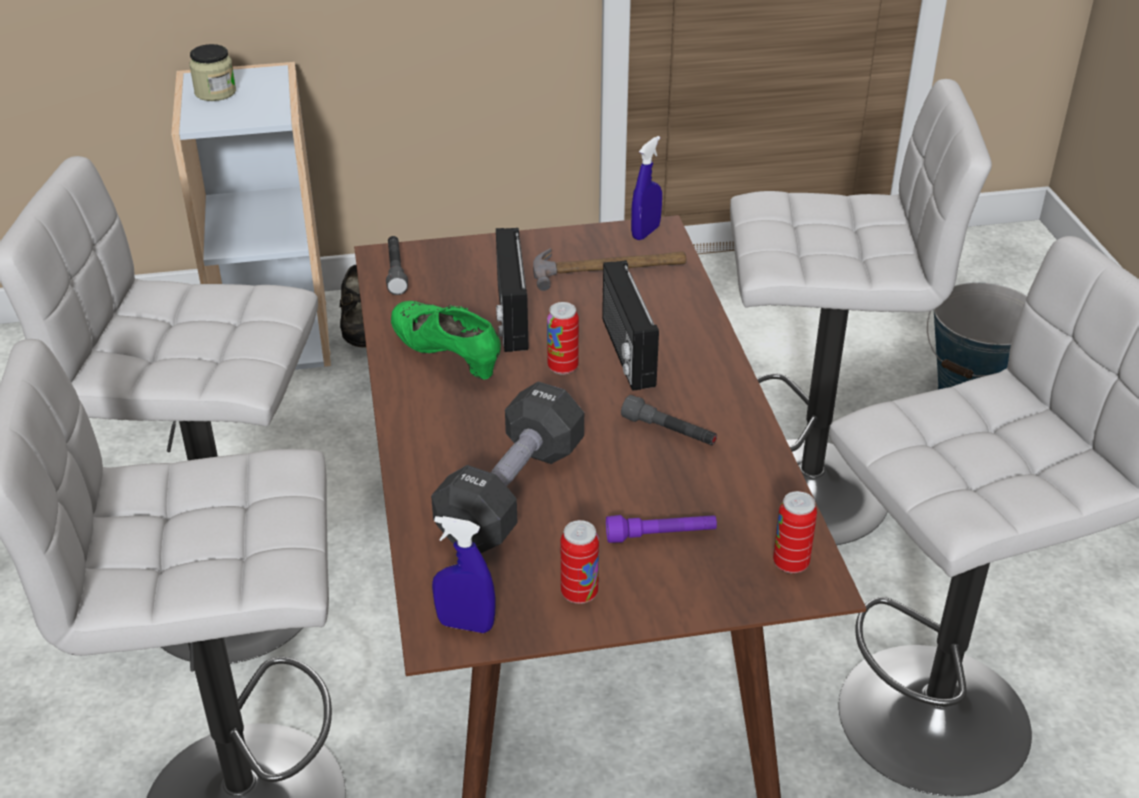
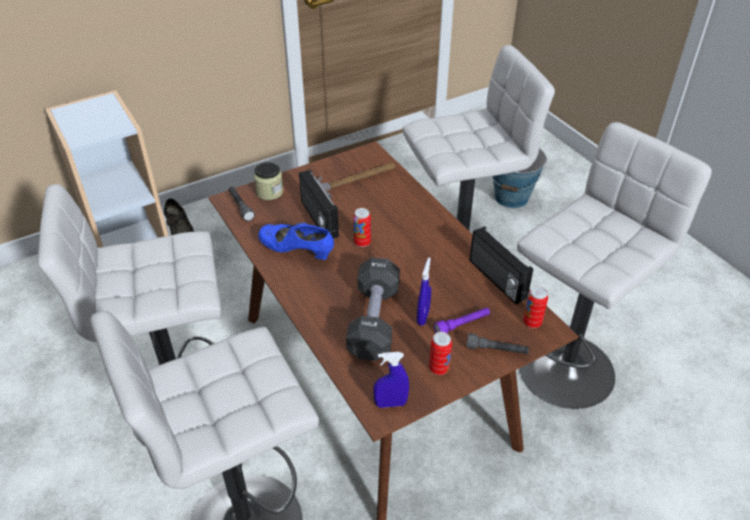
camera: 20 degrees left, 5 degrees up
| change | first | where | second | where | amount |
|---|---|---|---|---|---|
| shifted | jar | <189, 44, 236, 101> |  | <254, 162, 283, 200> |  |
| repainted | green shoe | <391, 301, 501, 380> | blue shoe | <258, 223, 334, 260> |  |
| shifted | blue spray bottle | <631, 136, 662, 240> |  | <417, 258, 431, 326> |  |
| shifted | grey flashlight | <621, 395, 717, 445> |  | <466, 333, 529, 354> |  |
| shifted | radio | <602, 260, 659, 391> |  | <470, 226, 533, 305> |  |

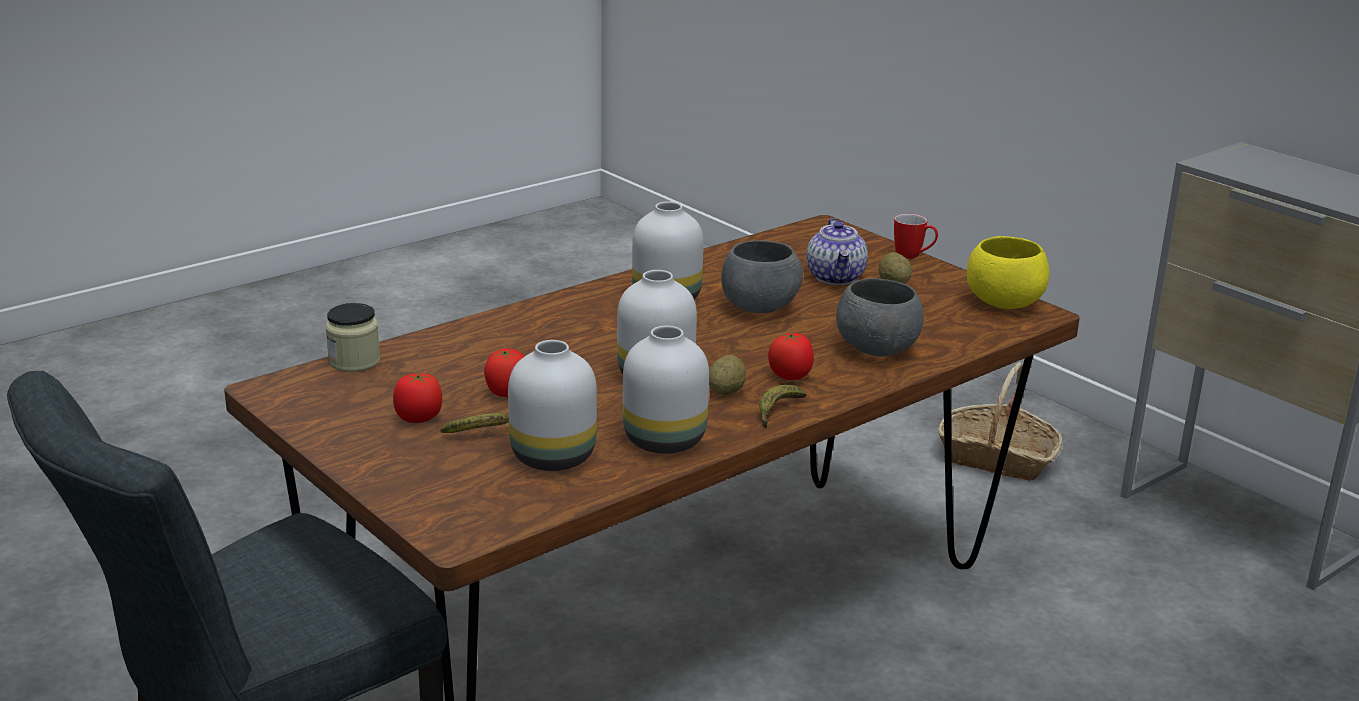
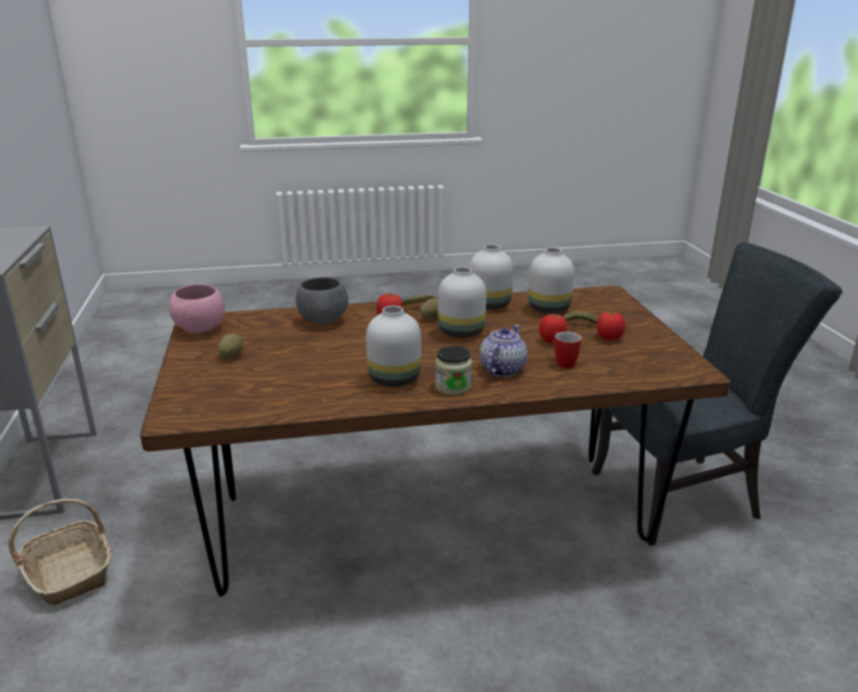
camera: 150 degrees left, 0 degrees up
| change | first | where | second | where | amount |
|---|---|---|---|---|---|
| repainted | yellow bowl | <967, 236, 1049, 309> | pink bowl | <169, 284, 225, 333> |  |
| shifted | jar | <325, 303, 380, 372> |  | <435, 346, 472, 395> |  |
| shifted | teapot | <807, 218, 868, 285> |  | <480, 325, 527, 377> |  |
| shifted | mug | <894, 214, 938, 259> |  | <552, 332, 582, 368> |  |
| gone | grey bowl | <721, 240, 803, 313> |  |  |  |

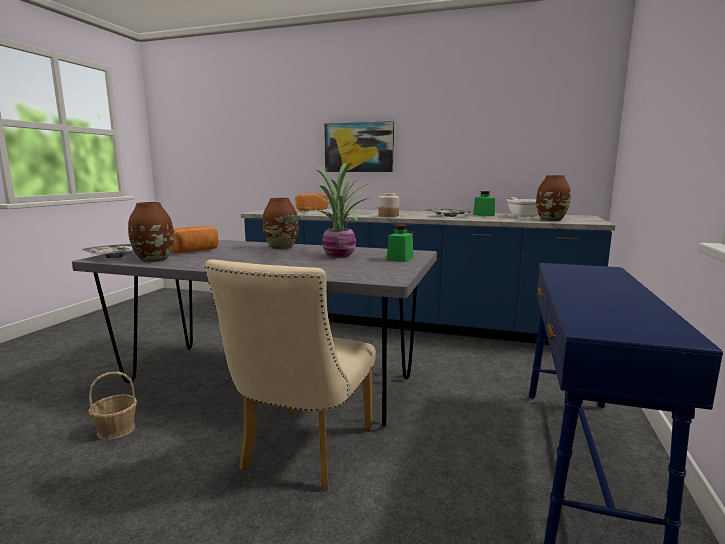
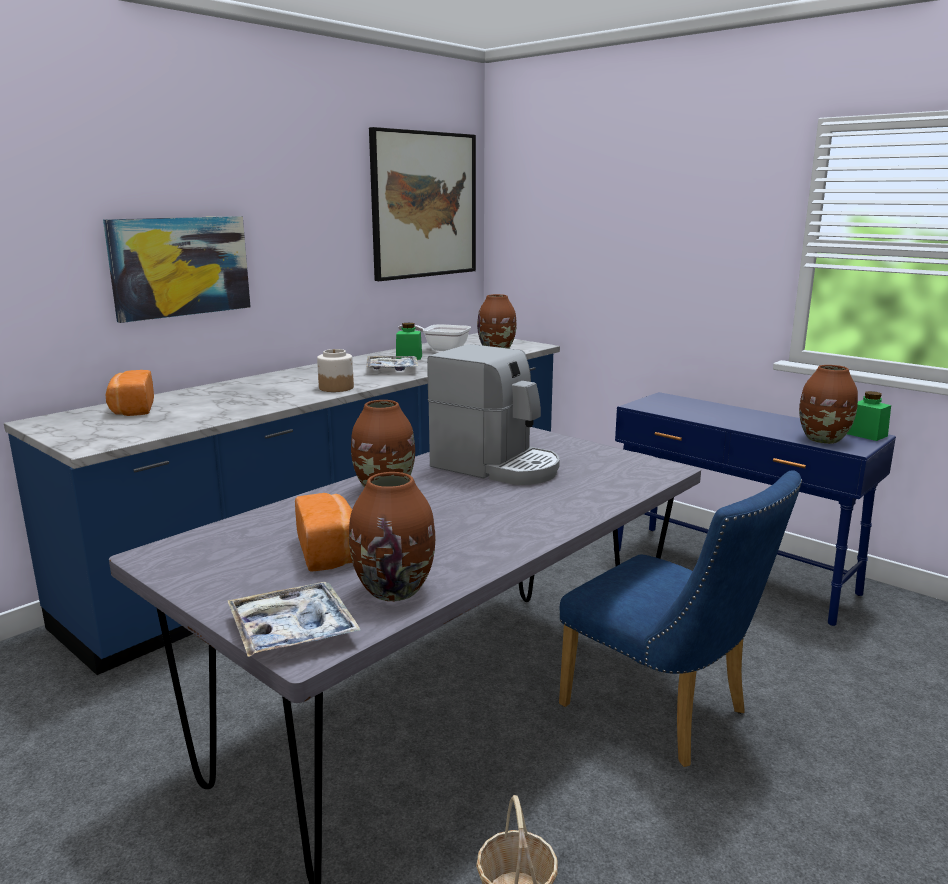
camera: 65 degrees left, 5 degrees up
| change | first | where | second | where | amount |
|---|---|---|---|---|---|
| new |  |  | picture | <369, 127, 476, 281> |  |
| swapped | potted plant | <291, 163, 388, 258> | coffee machine | <427, 344, 560, 485> |  |
| repainted | beige chair | <205, 259, 376, 490> | blue chair | <559, 470, 802, 767> |  |
| new |  |  | brown vase | <799, 365, 858, 444> |  |
| shifted | green jar | <387, 225, 413, 262> |  | <847, 391, 891, 441> |  |

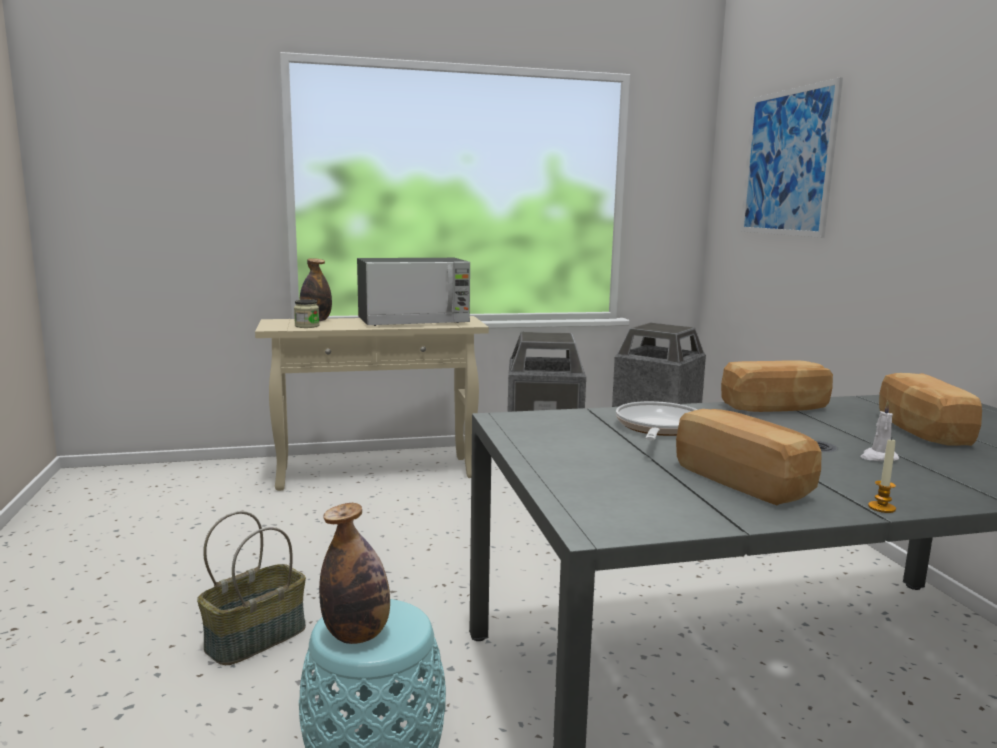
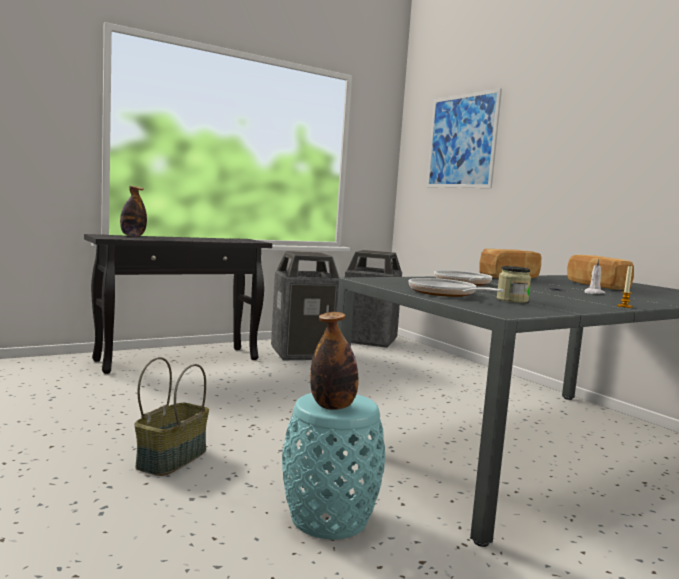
camera: 20 degrees left, 5 degrees down
| change | first | where | second | where | amount |
|---|---|---|---|---|---|
| repainted | beige console table | <255, 316, 489, 491> | black console table | <84, 234, 272, 374> |  |
| new |  |  | frying pan | <409, 278, 504, 297> |  |
| shifted | jar | <294, 299, 319, 328> |  | <497, 266, 531, 303> |  |
| gone | microwave | <357, 258, 470, 326> |  |  |  |
| gone | bread | <676, 409, 822, 505> |  |  |  |

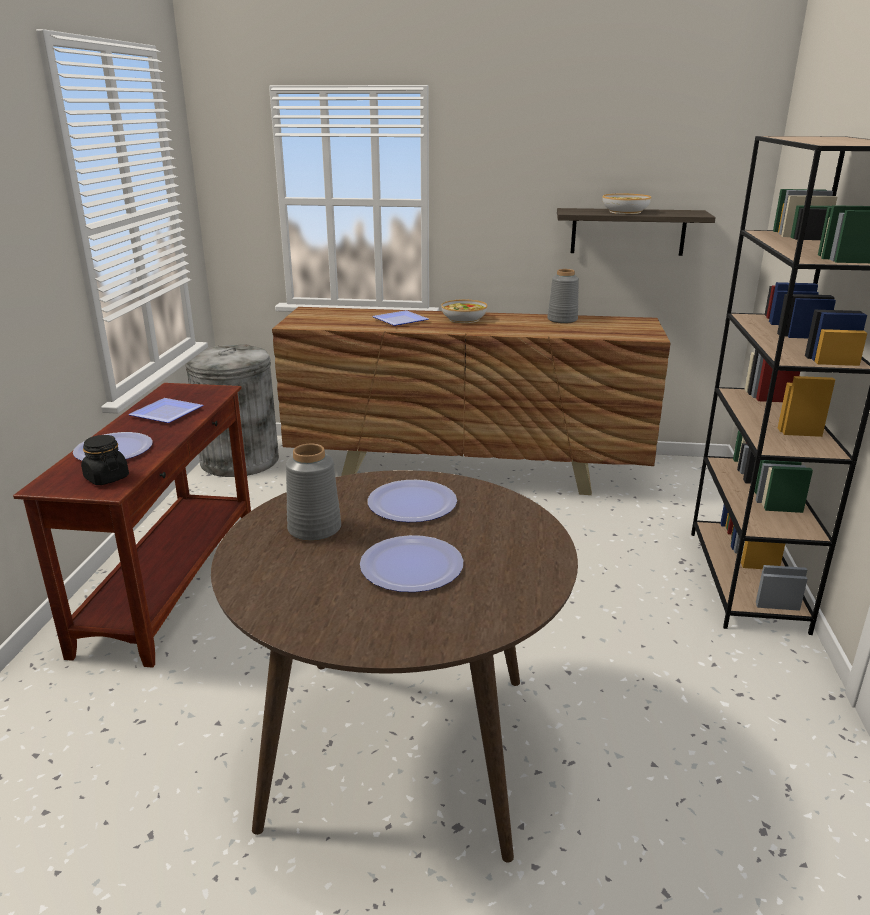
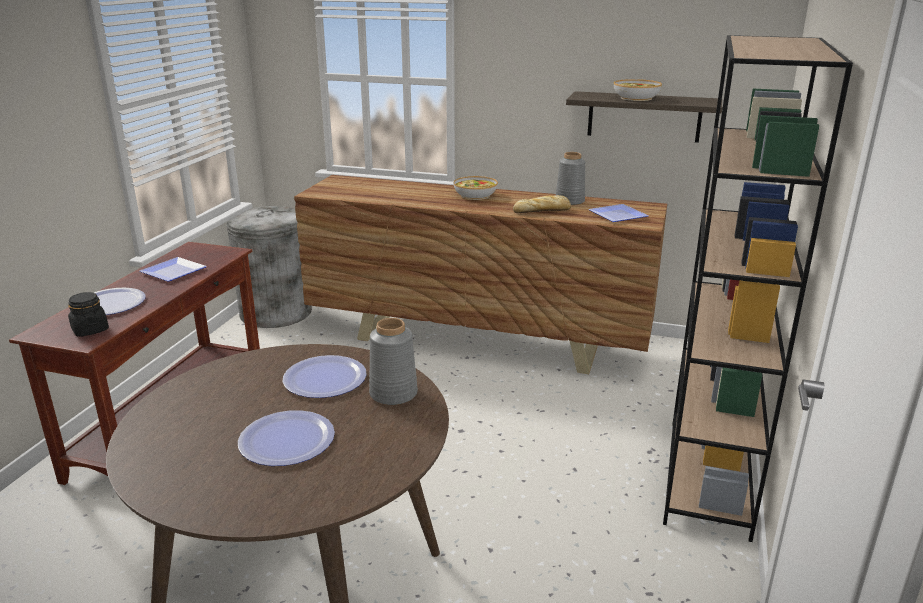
camera: 10 degrees right, 0 degrees up
| change | first | where | second | where | amount |
|---|---|---|---|---|---|
| shifted | grey vase | <286, 444, 341, 541> |  | <369, 318, 418, 405> |  |
| new |  |  | bread | <513, 195, 571, 213> |  |
| shifted | plate | <372, 310, 428, 326> |  | <589, 204, 649, 222> |  |

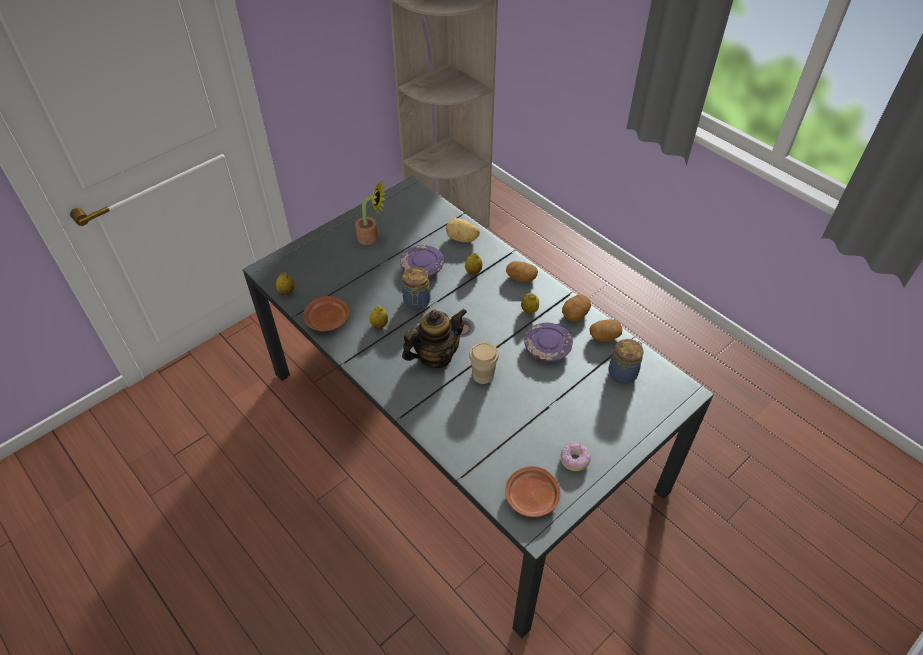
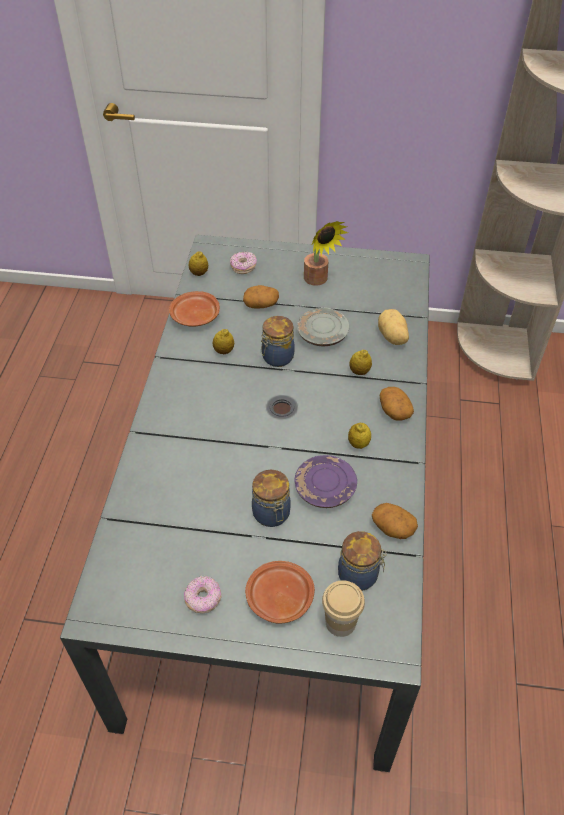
camera: 50 degrees right, 0 degrees up
| change | first | where | second | where | amount |
|---|---|---|---|---|---|
| new |  |  | donut | <230, 252, 257, 274> |  |
| shifted | potato | <562, 294, 591, 322> |  | <243, 285, 279, 308> |  |
| shifted | brown plate | <505, 466, 561, 517> |  | <245, 561, 315, 624> |  |
| new |  |  | jar | <252, 470, 291, 527> |  |
| repainted | purple plate | <400, 245, 444, 277> | grey plate | <297, 308, 350, 346> |  |
| shifted | cup | <469, 342, 499, 384> |  | <322, 580, 365, 637> |  |
| gone | teapot | <402, 309, 467, 368> |  |  |  |

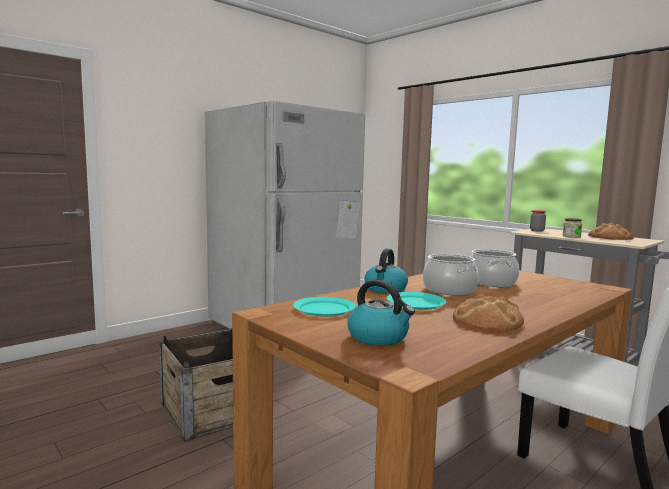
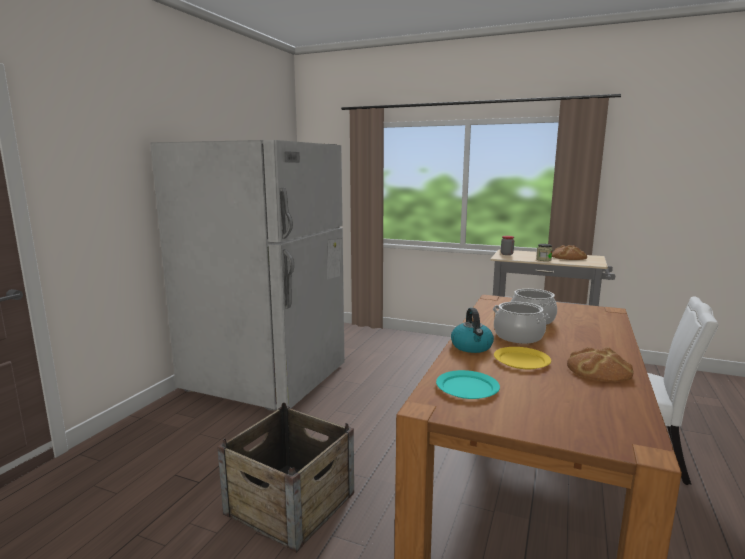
camera: 25 degrees left, 5 degrees up
| change | first | where | second | where | amount |
|---|---|---|---|---|---|
| repainted | turquoise plate | <387, 292, 446, 310> | yellow plate | <494, 347, 551, 369> |  |
| gone | kettle | <348, 280, 415, 346> |  |  |  |

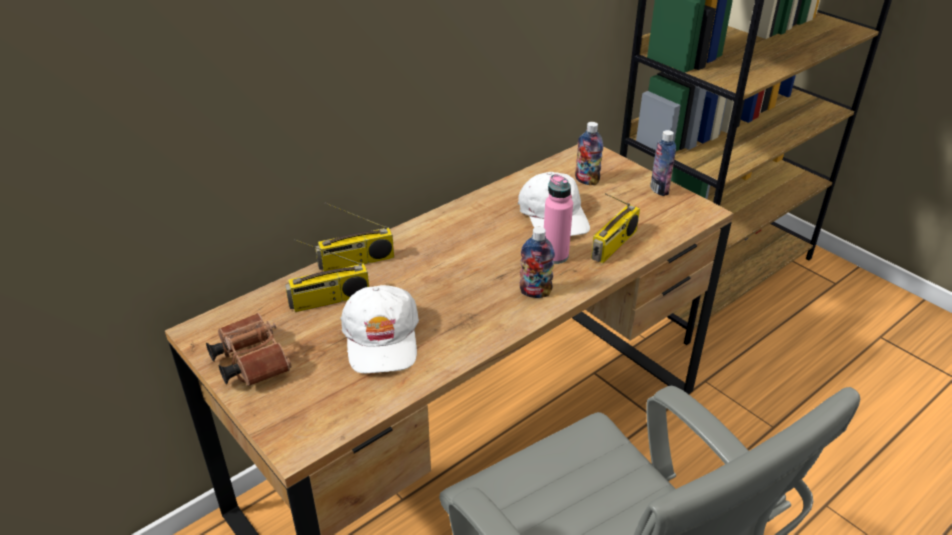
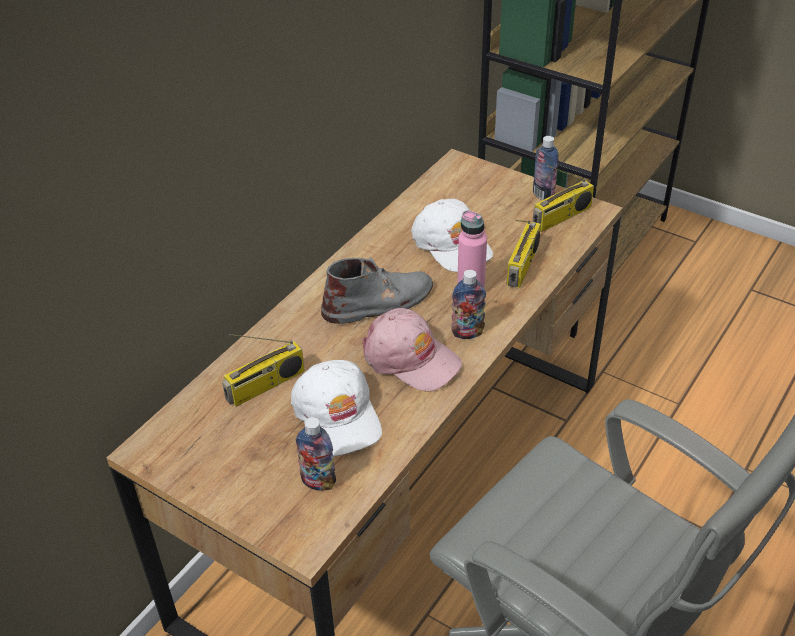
camera: 15 degrees left, 5 degrees up
| change | first | where | second | where | amount |
|---|---|---|---|---|---|
| shifted | bottle | <575, 122, 603, 185> |  | <296, 417, 336, 491> |  |
| new |  |  | grey boot | <321, 257, 433, 324> |  |
| new |  |  | pink cap | <362, 308, 462, 391> |  |
| shifted | radio | <315, 203, 394, 271> |  | <533, 165, 594, 232> |  |
| gone | brown binoculars | <206, 313, 292, 386> |  |  |  |

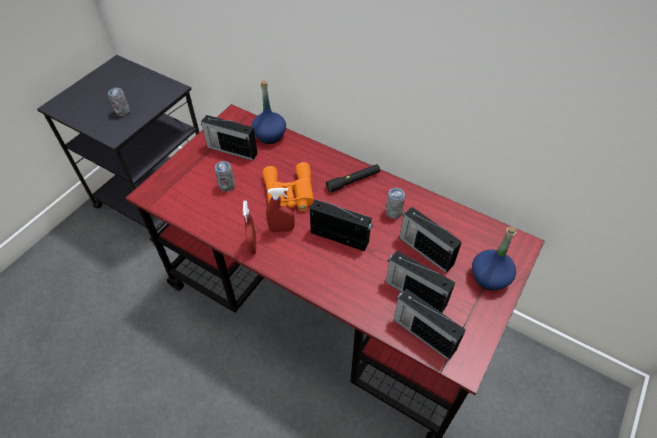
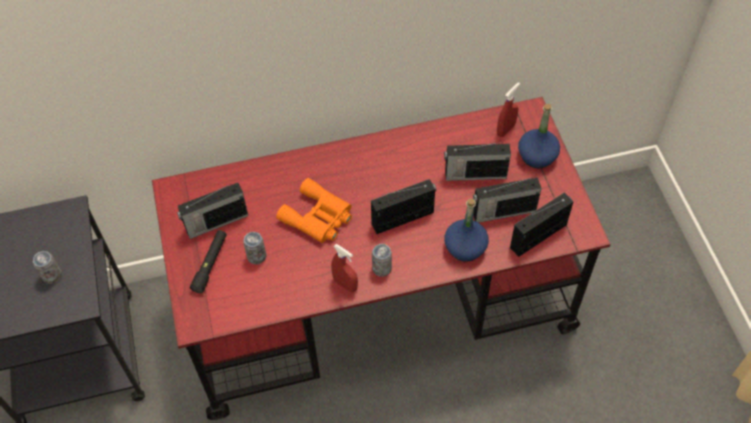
camera: 45 degrees left, 5 degrees up
| change | first | where | second | where | amount |
|---|---|---|---|---|---|
| shifted | black flashlight | <326, 164, 380, 193> |  | <190, 230, 227, 293> |  |
| shifted | can | <385, 188, 405, 219> |  | <372, 244, 392, 277> |  |
| shifted | blue bottle | <252, 80, 286, 144> |  | <444, 198, 489, 262> |  |
| shifted | red spray bottle | <266, 188, 295, 232> |  | <497, 82, 520, 137> |  |
| rotated | radio | <394, 289, 466, 361> |  | <510, 192, 574, 257> | 150 degrees clockwise |

